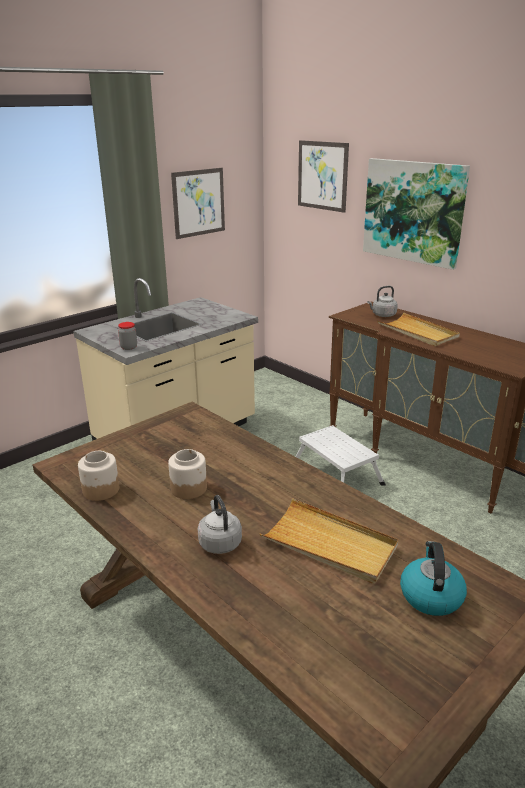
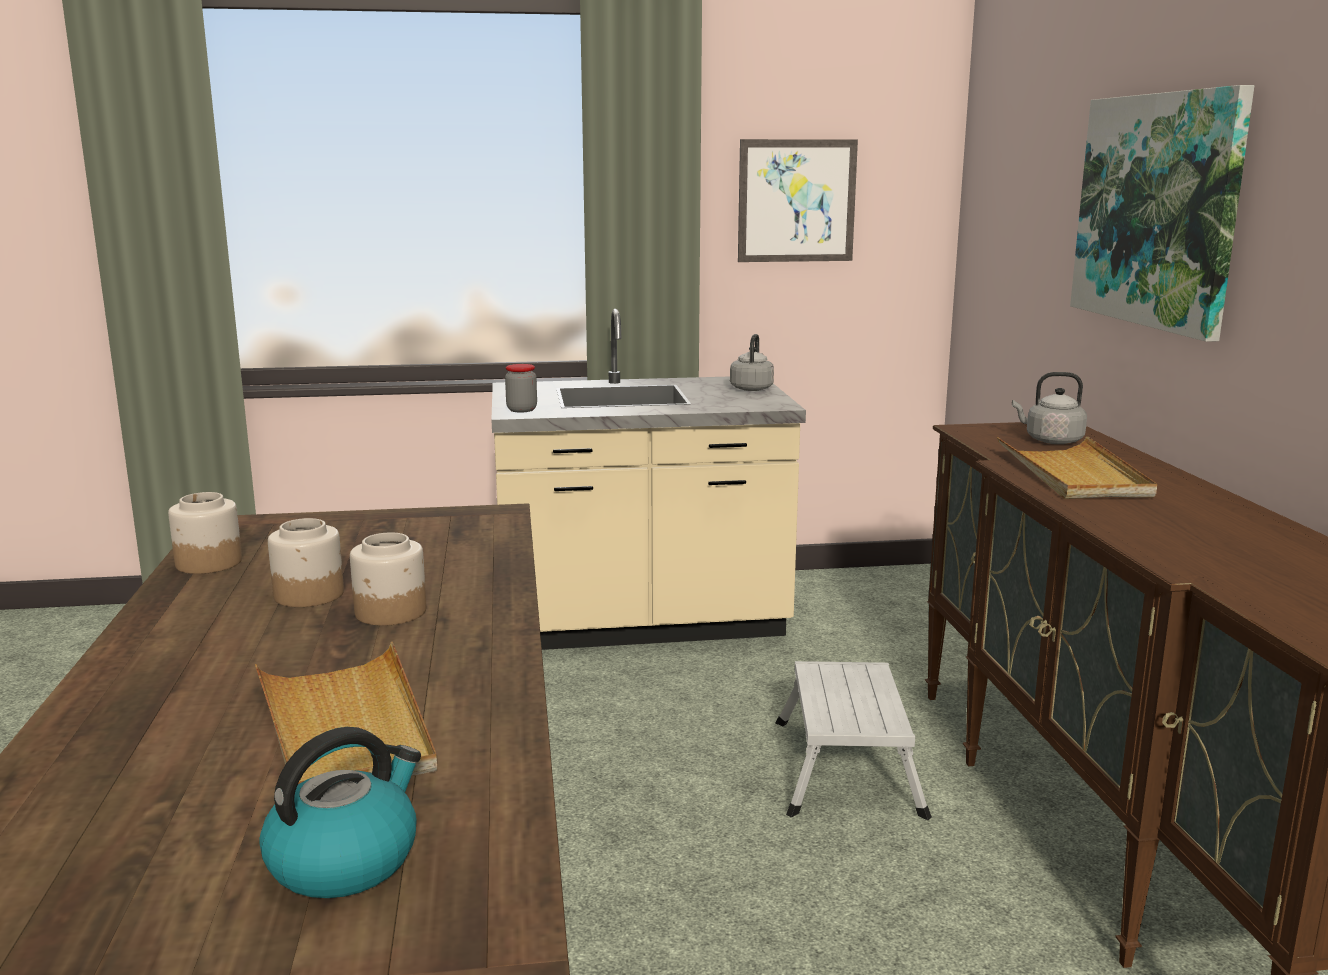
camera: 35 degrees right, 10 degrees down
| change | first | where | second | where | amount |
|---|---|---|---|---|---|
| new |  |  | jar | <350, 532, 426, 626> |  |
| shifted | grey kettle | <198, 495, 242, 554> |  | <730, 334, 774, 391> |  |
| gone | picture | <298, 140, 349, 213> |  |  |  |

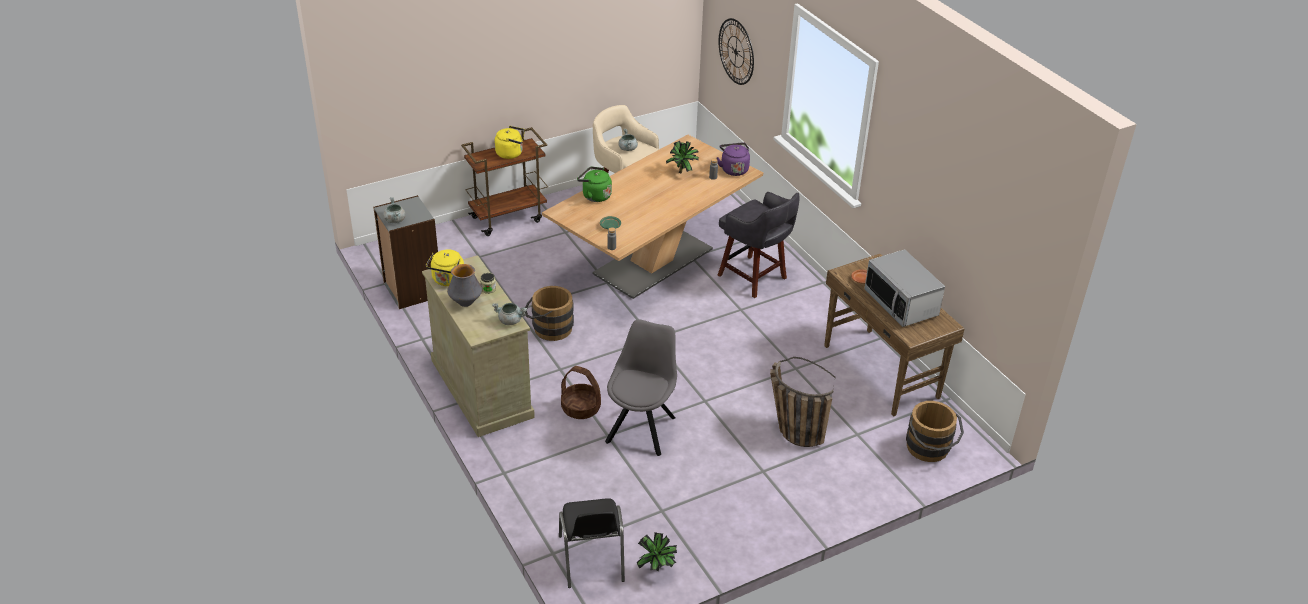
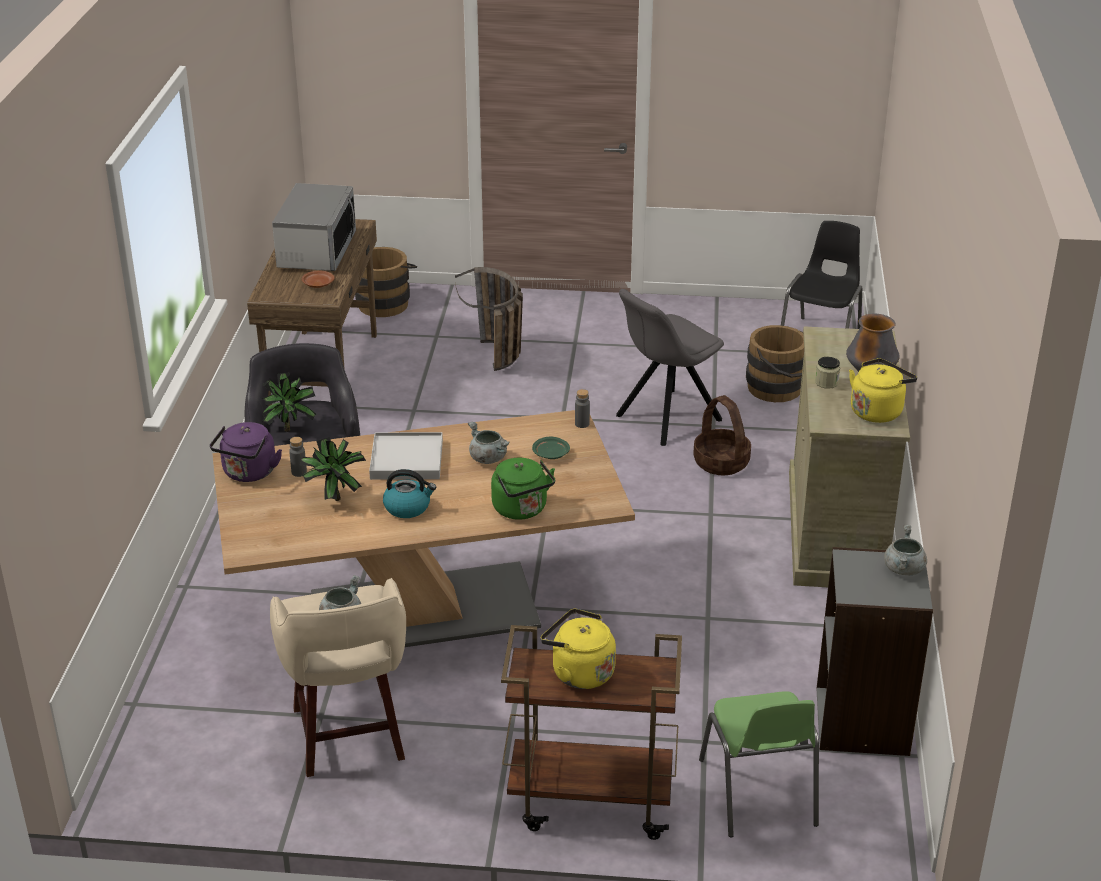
camera: 145 degrees left, 5 degrees down
| change | first | where | second | where | amount |
|---|---|---|---|---|---|
| shifted | potted plant | <637, 532, 677, 571> |  | <262, 373, 316, 432> |  |
| new |  |  | white tray | <369, 432, 443, 480> |  |
| new |  |  | kettle | <383, 469, 436, 518> |  |
| shifted | grey cooking pot | <492, 303, 527, 325> |  | <468, 422, 510, 464> |  |
| new |  |  | green chair | <699, 691, 819, 837> |  |
| shifted | brown bucket | <525, 286, 574, 341> |  | <746, 325, 804, 402> |  |
| gone | wall clock | <719, 18, 754, 85> |  |  |  |

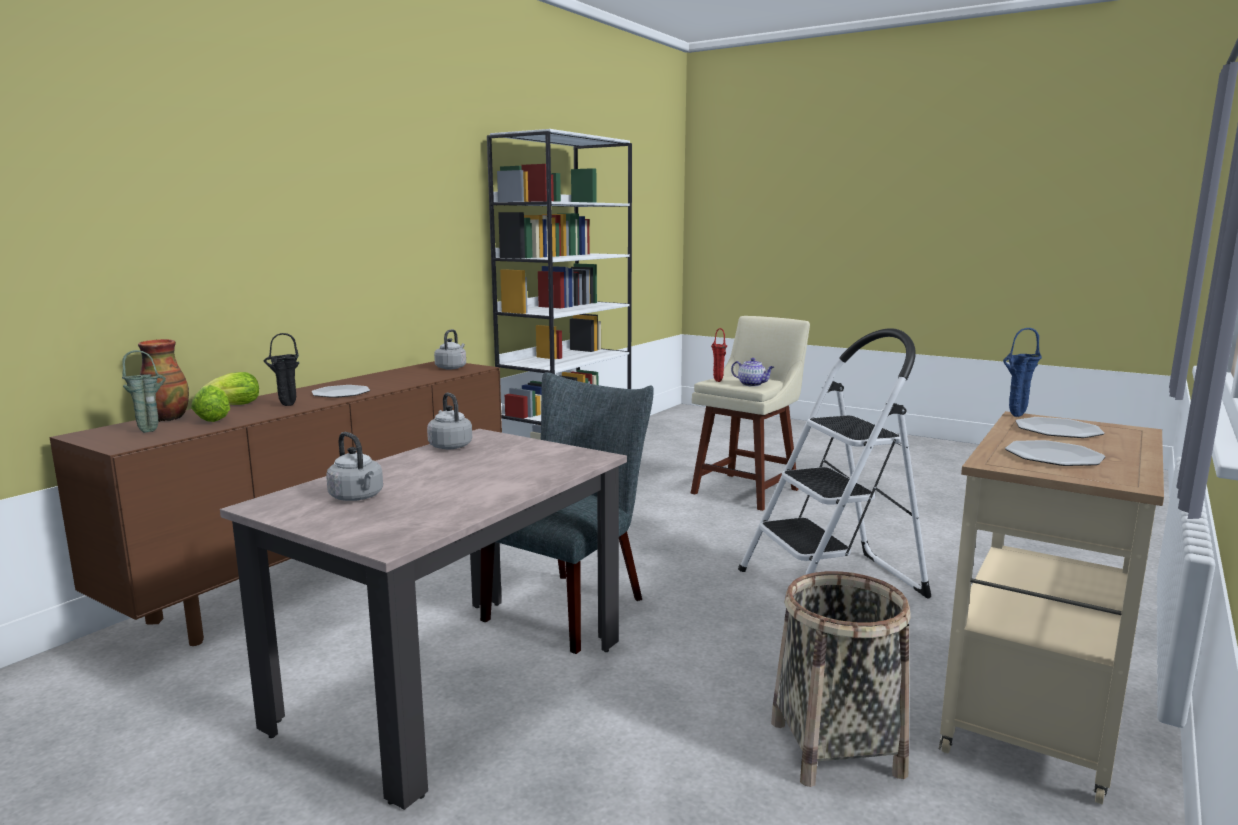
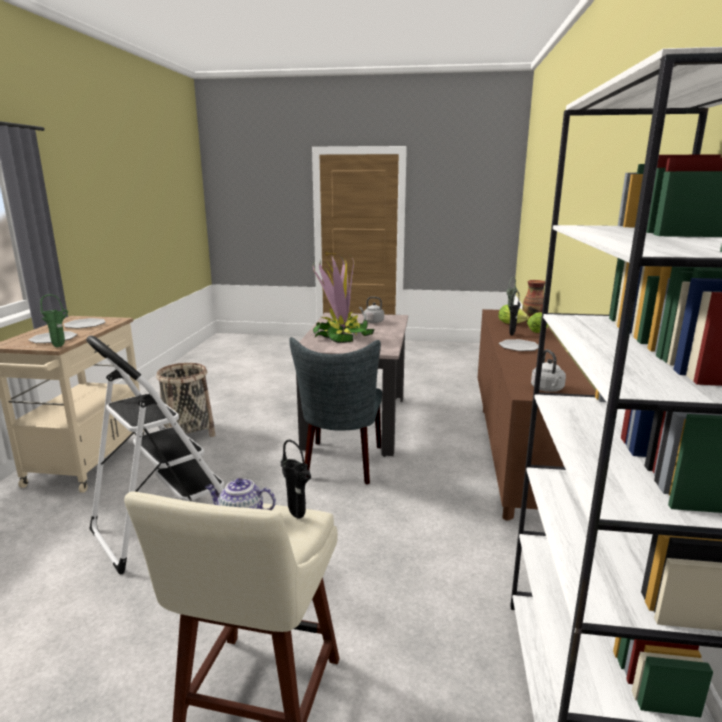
camera: 155 degrees right, 5 degrees up
| change | first | where | second | where | amount |
|---|---|---|---|---|---|
| repainted | blue vase | <1003, 328, 1042, 417> | green vase | <40, 294, 68, 347> |  |
| repainted | red vase | <711, 328, 727, 382> | black vase | <280, 440, 311, 519> |  |
| new |  |  | potted plant | <313, 254, 375, 343> |  |
| gone | grey kettle | <427, 392, 472, 449> |  |  |  |

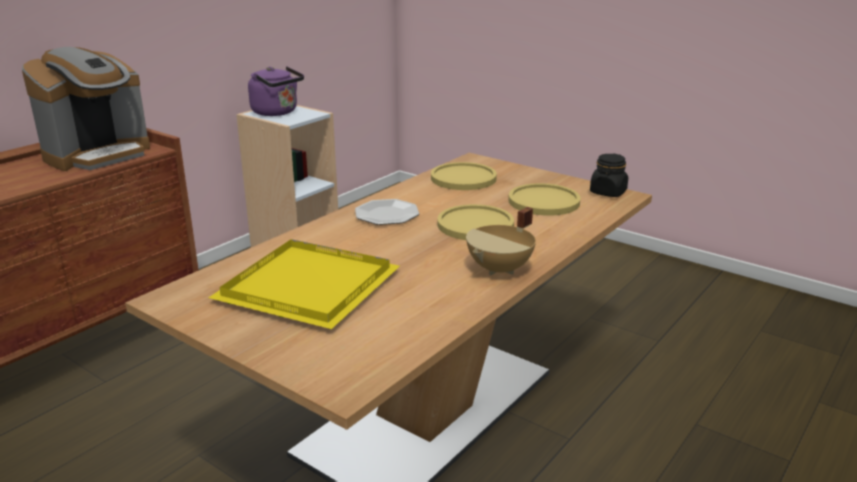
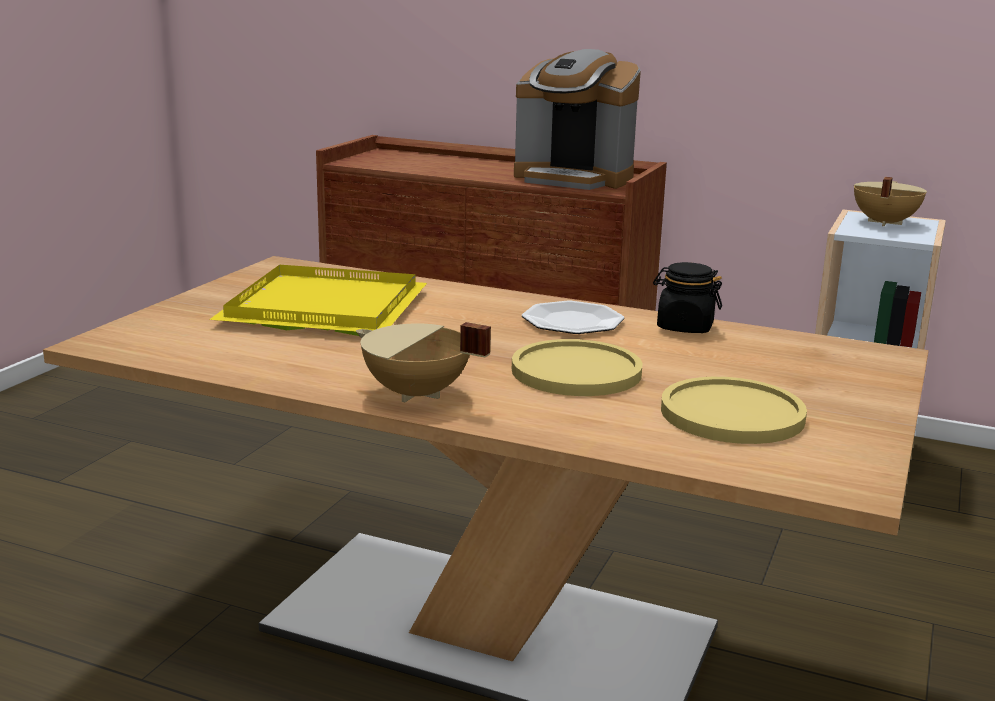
camera: 75 degrees right, 5 degrees down
| change | first | where | second | where | amount |
|---|---|---|---|---|---|
| shifted | black jar | <590, 153, 628, 197> |  | <653, 262, 722, 333> |  |
| swapped | purple kettle | <248, 66, 304, 116> | beige cooking pot | <854, 177, 927, 226> |  |
| gone | yellow plate | <431, 162, 497, 190> |  |  |  |

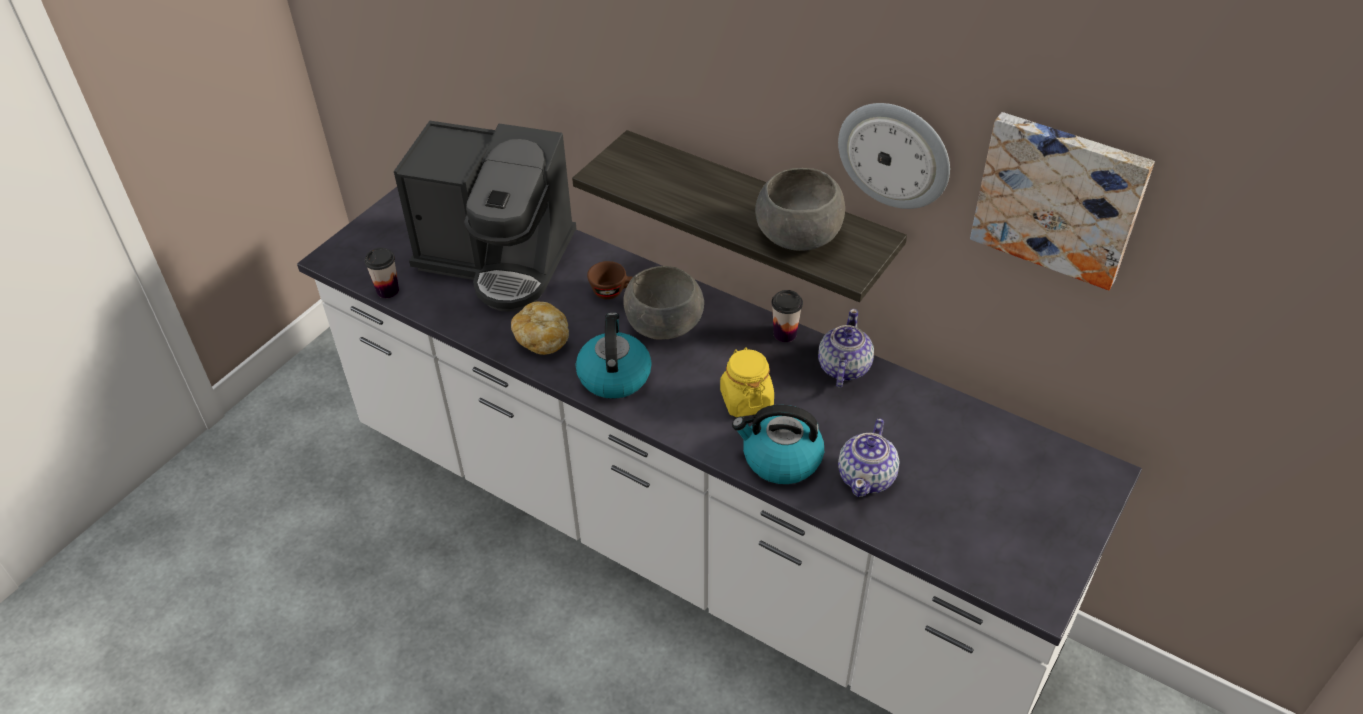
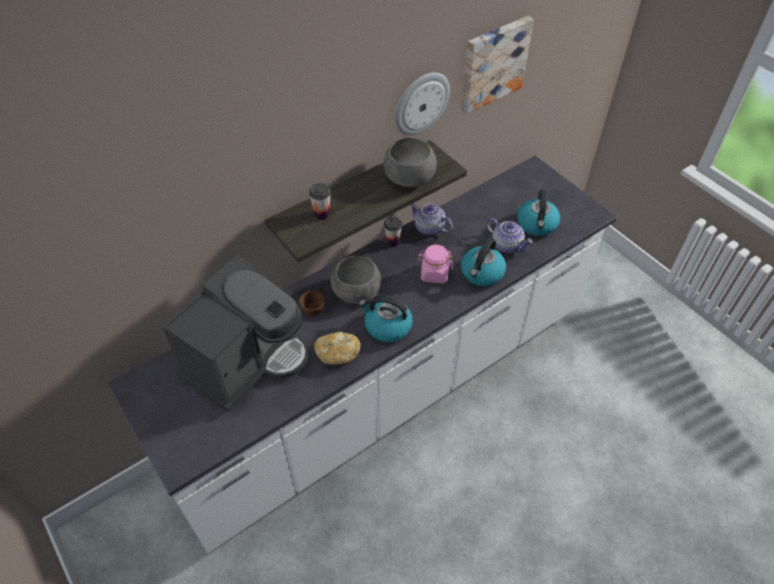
camera: 70 degrees left, 5 degrees up
| change | first | where | second | where | amount |
|---|---|---|---|---|---|
| shifted | cup | <364, 248, 399, 298> |  | <309, 183, 331, 220> |  |
| repainted | yellow jar | <720, 347, 774, 417> | pink jar | <418, 245, 453, 283> |  |
| new |  |  | kettle | <517, 189, 560, 236> |  |

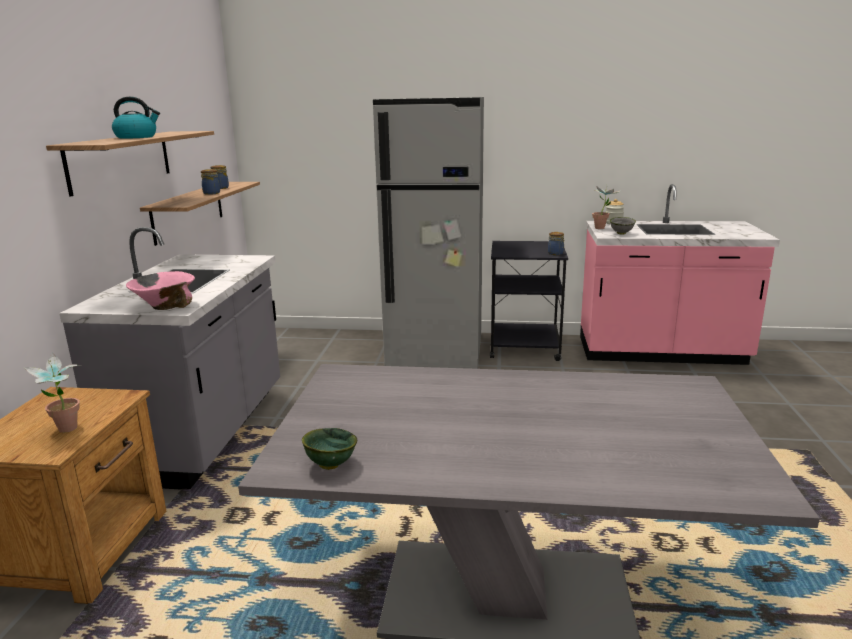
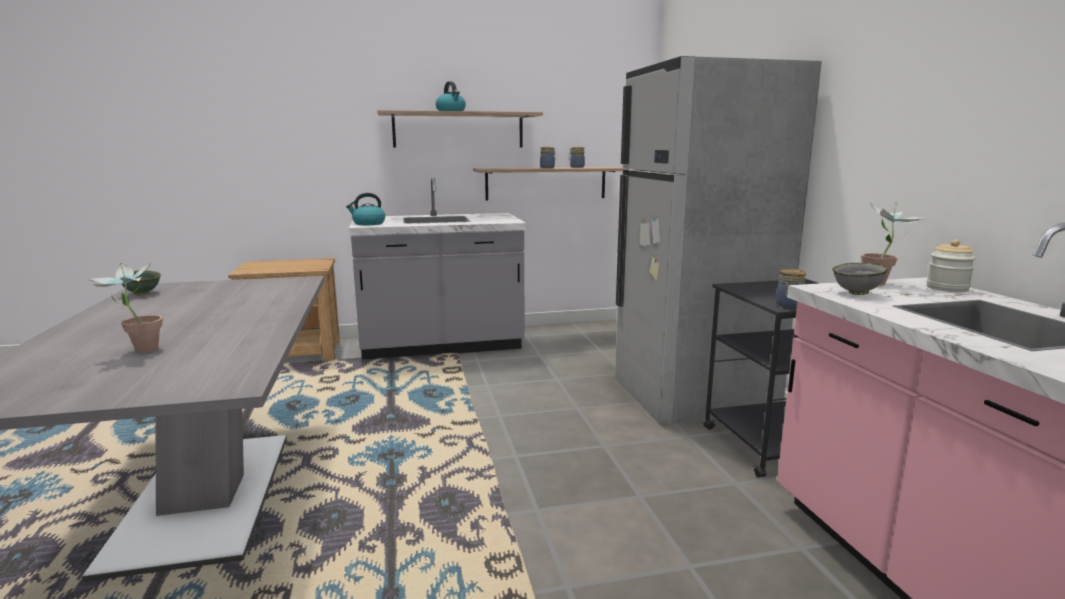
camera: 70 degrees right, 5 degrees down
| change | first | where | second | where | amount |
|---|---|---|---|---|---|
| shifted | potted plant | <23, 353, 81, 433> |  | <87, 260, 163, 353> |  |
| swapped | pink bowl | <126, 271, 195, 310> | kettle | <346, 193, 385, 225> |  |

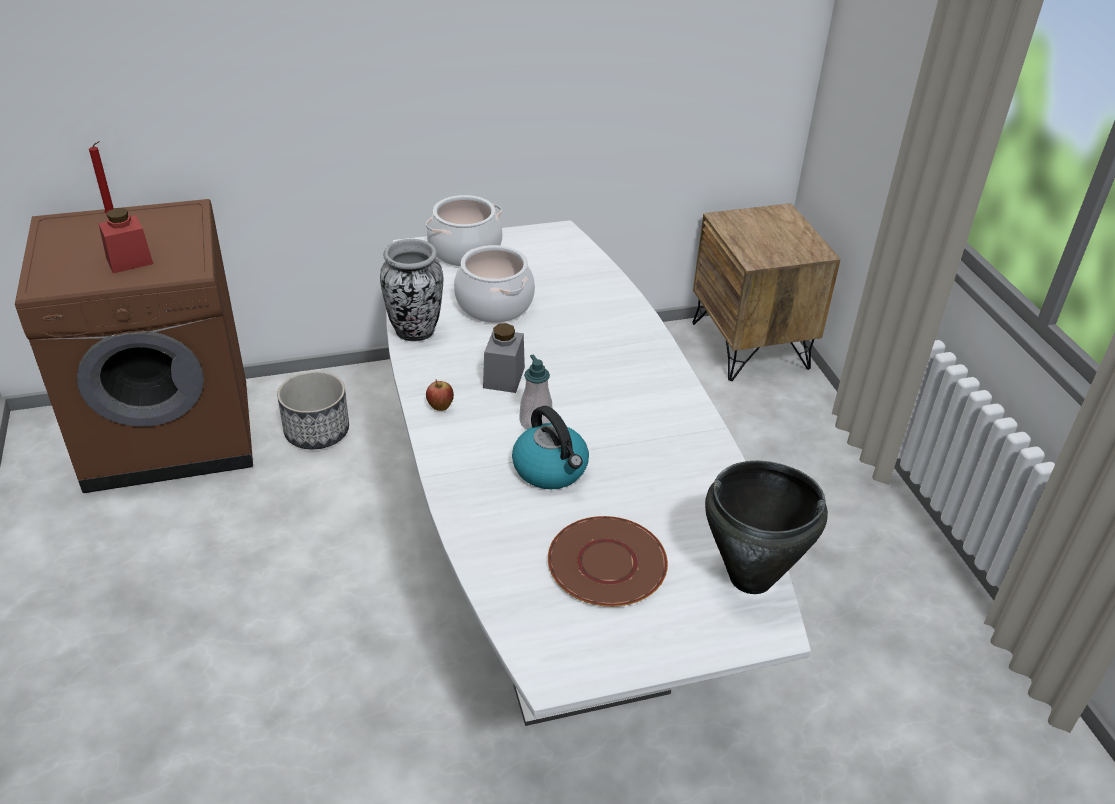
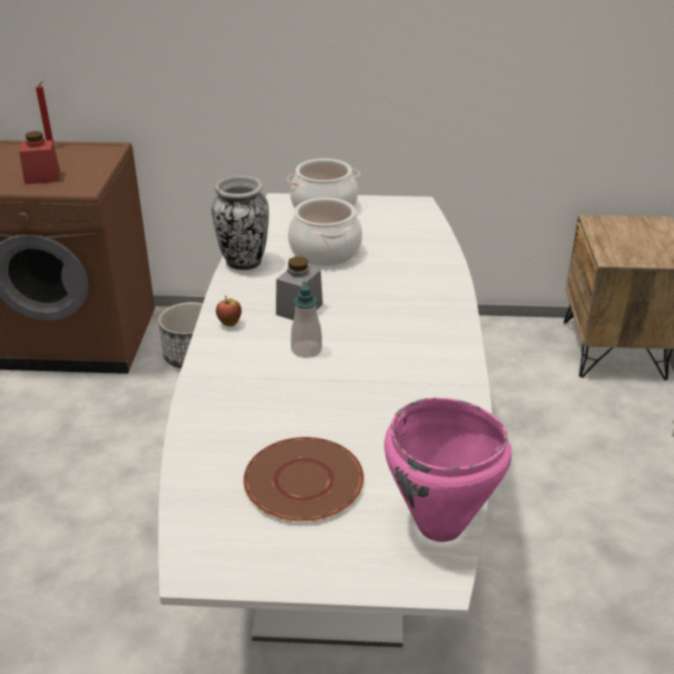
camera: 20 degrees right, 5 degrees down
| change | first | where | second | where | amount |
|---|---|---|---|---|---|
| repainted | black cooking pot | <705, 461, 828, 594> | pink cooking pot | <384, 398, 512, 542> |  |
| gone | kettle | <512, 406, 589, 489> |  |  |  |

